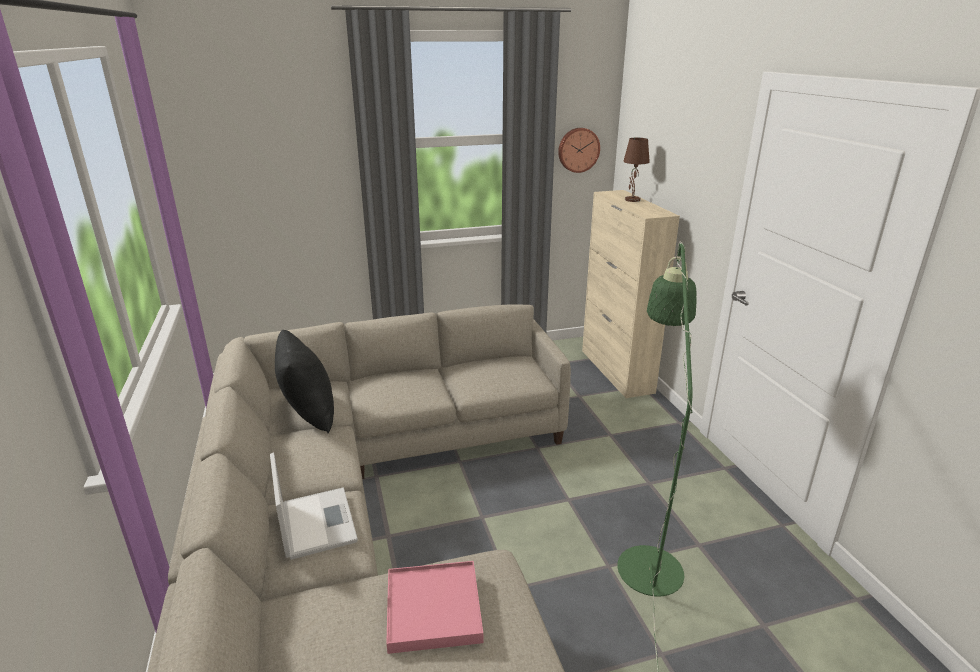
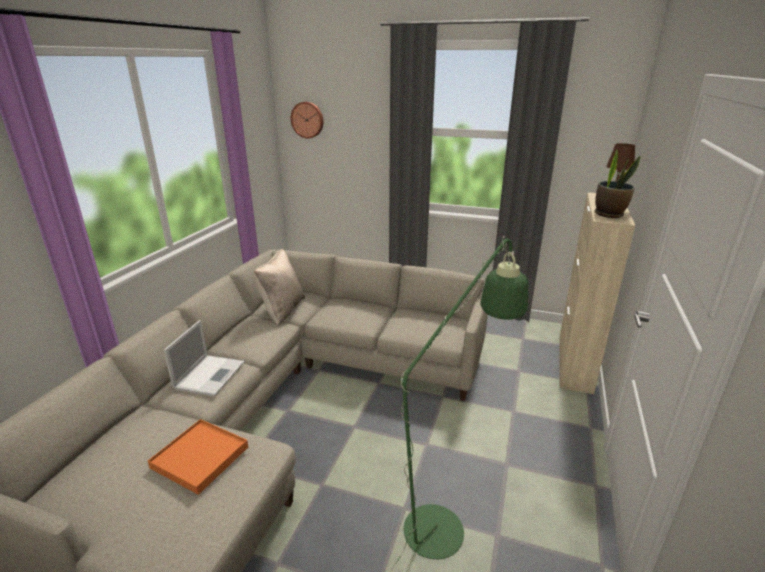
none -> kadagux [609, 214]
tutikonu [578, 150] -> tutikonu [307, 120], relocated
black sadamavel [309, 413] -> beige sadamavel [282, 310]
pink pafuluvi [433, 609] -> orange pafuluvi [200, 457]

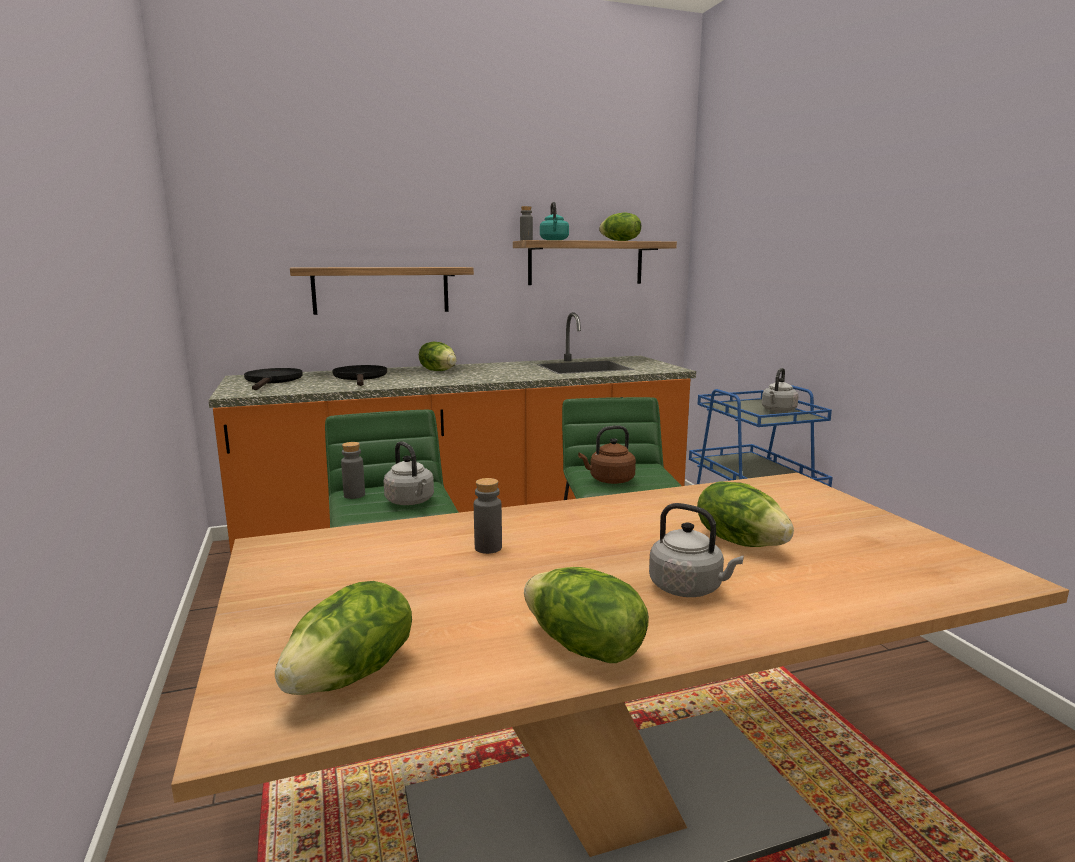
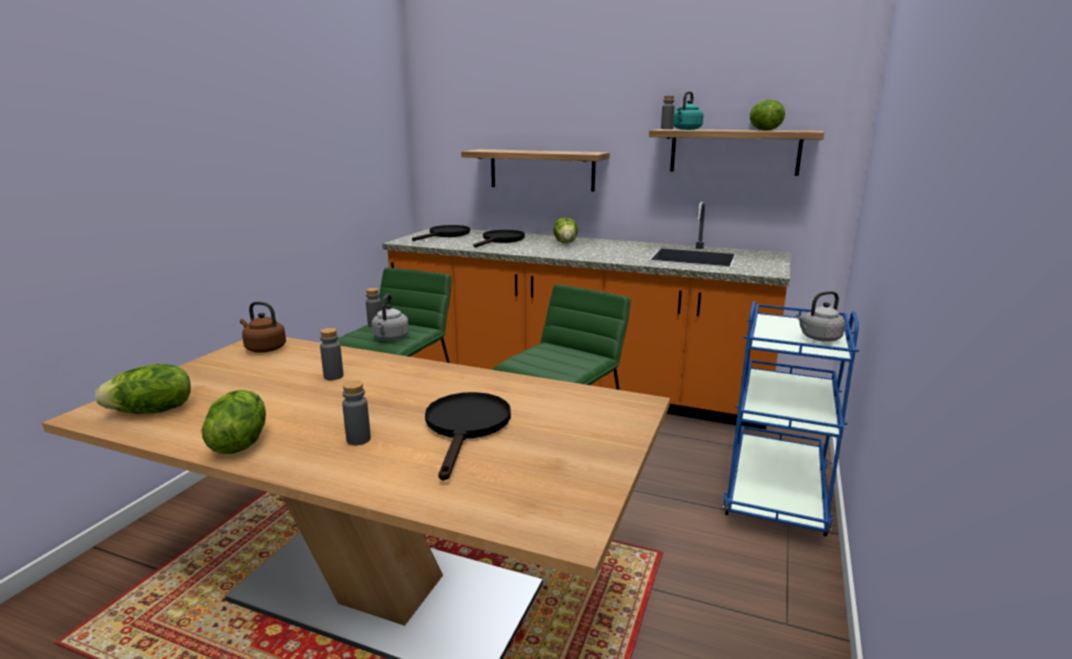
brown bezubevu [609, 480] -> brown bezubevu [264, 348], relocated
grey bezubevu [689, 588] -> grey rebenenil [358, 439]
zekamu [740, 541] -> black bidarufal [466, 427]

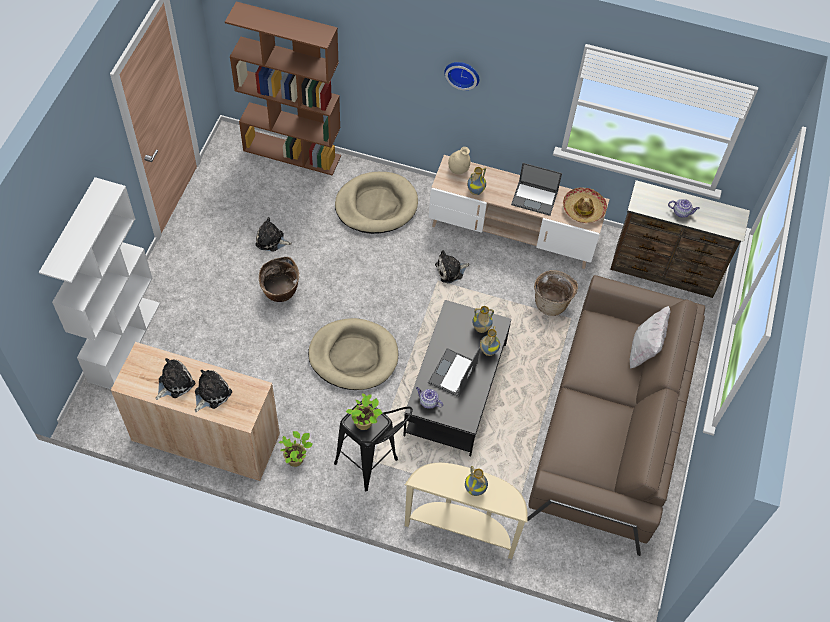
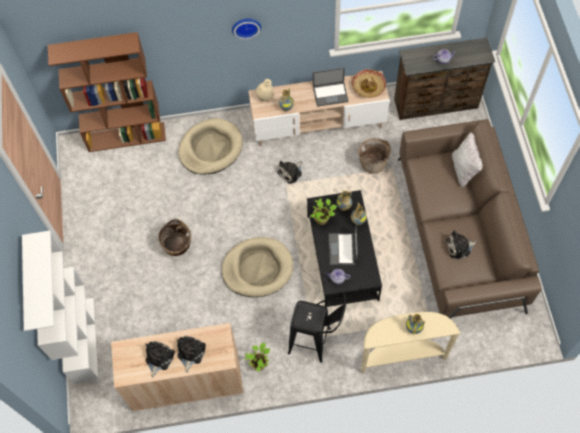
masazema [271, 240] -> masazema [459, 247], relocated
kadagux [364, 423] -> kadagux [322, 219], relocated

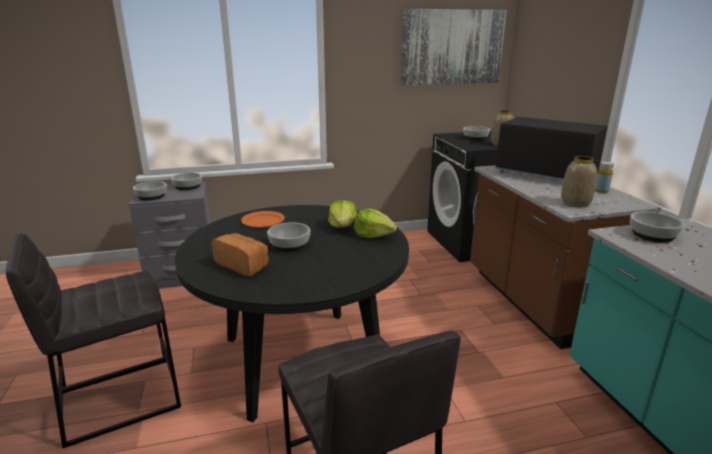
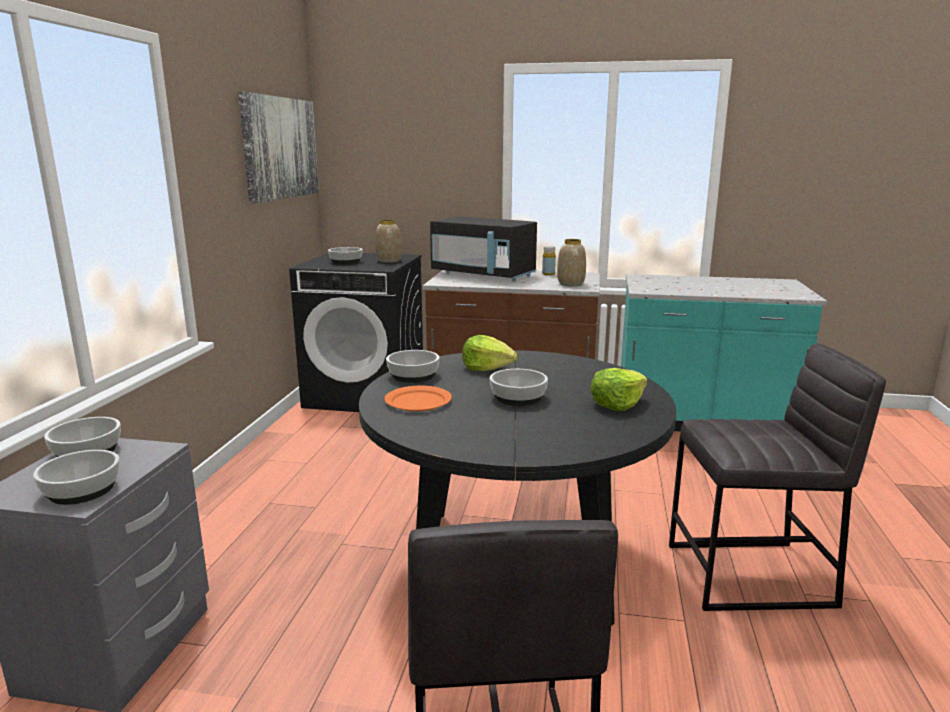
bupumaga [243, 265] -> none
zekamu [373, 235] -> zekamu [617, 404], relocated
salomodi [653, 235] -> salomodi [413, 375], relocated
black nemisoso [544, 174] -> black nemisoso [483, 275], 120 degrees counterclockwise

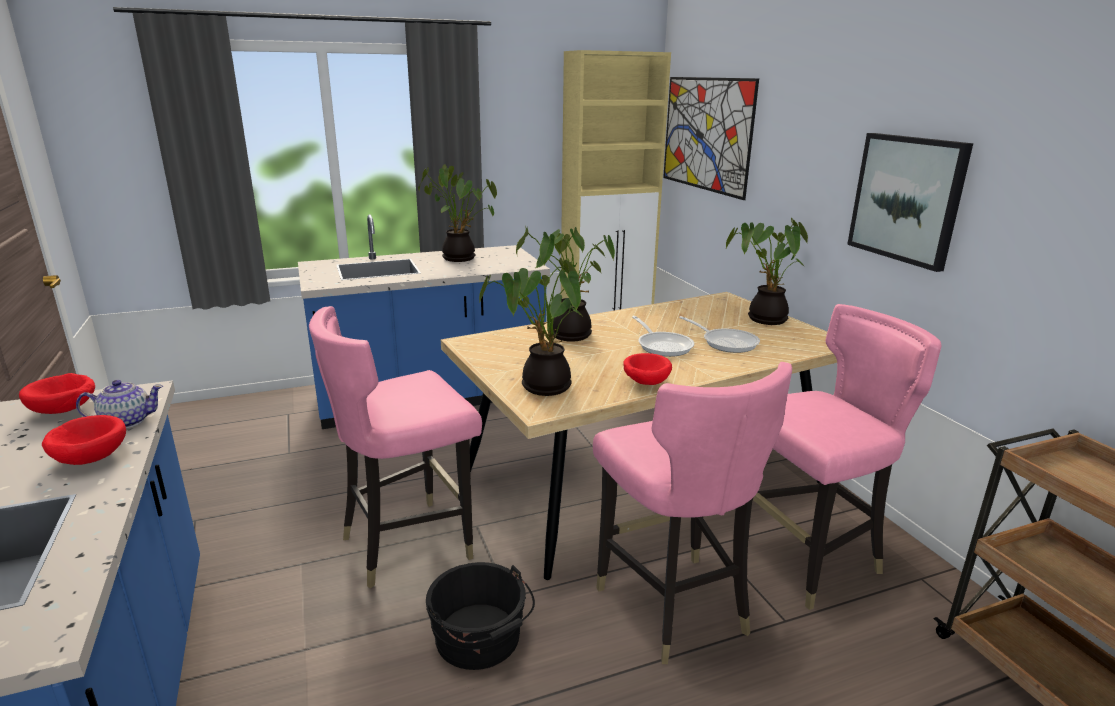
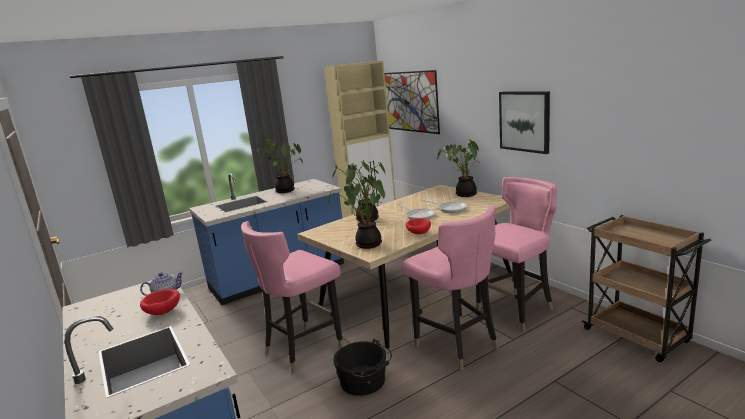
red salomodi [65, 410] -> none

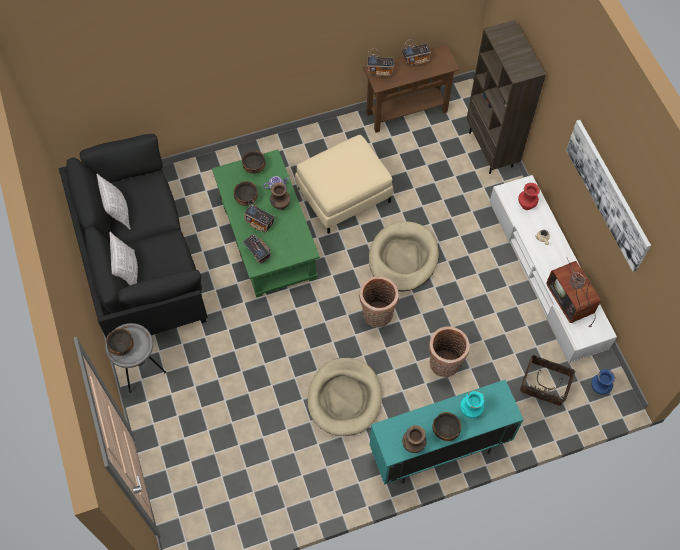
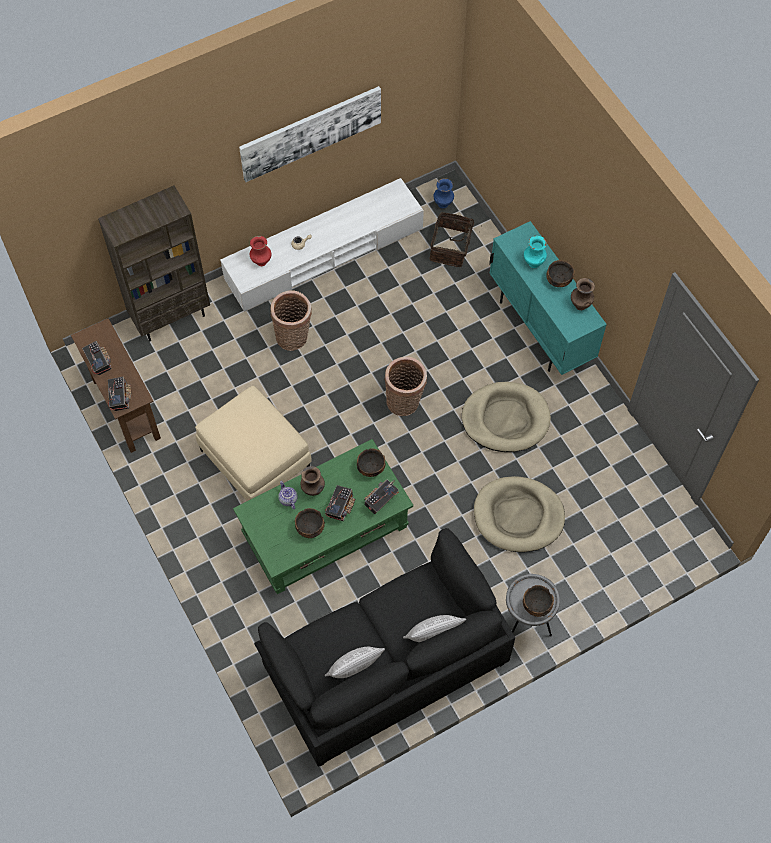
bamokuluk [571, 301] -> none
salomodi [254, 168] -> salomodi [371, 468], relocated
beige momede [403, 258] -> beige momede [518, 516], relocated
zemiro [444, 365] -> zemiro [294, 337], relocated

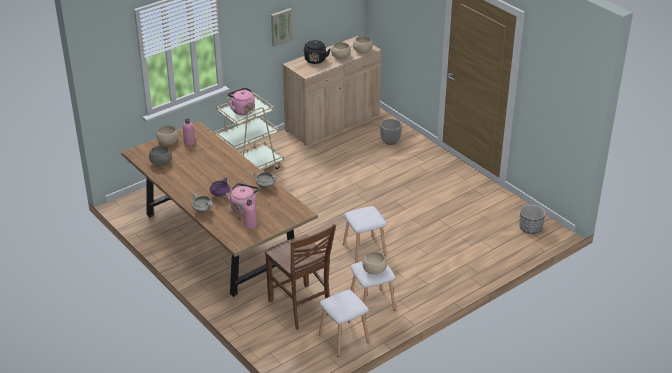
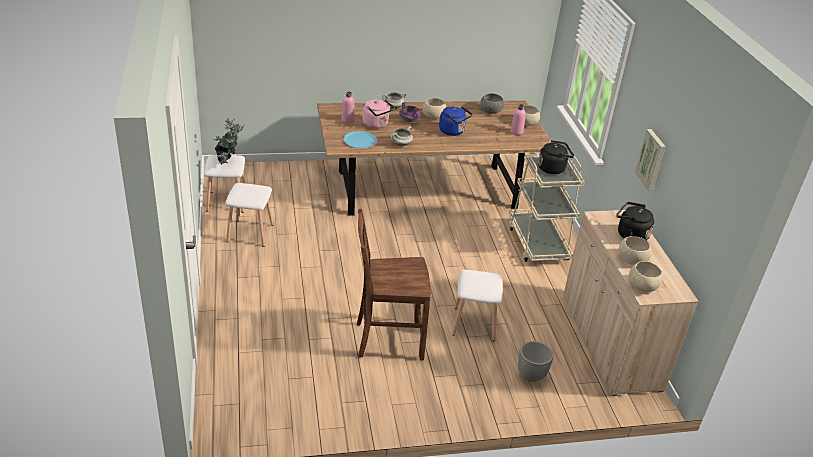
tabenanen [530, 228] -> none
none -> kadagux [228, 162]
none -> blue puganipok [359, 140]
none -> blue bezubevu [453, 131]
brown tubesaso [300, 308] -> brown tubesaso [387, 340], relocated
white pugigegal [365, 249] -> white pugigegal [474, 324], relocated
beige salomodi [374, 270] -> beige salomodi [433, 115], relocated
pink bezubevu [242, 110] -> black bezubevu [553, 168]

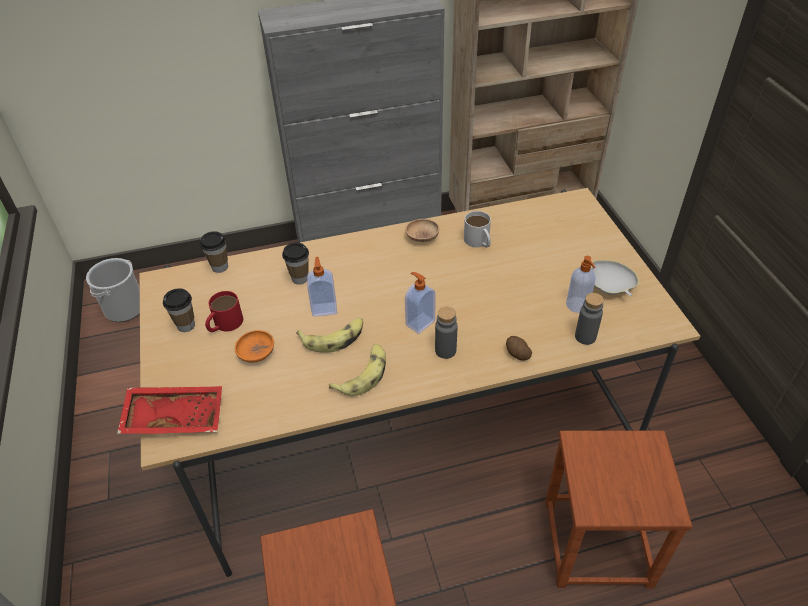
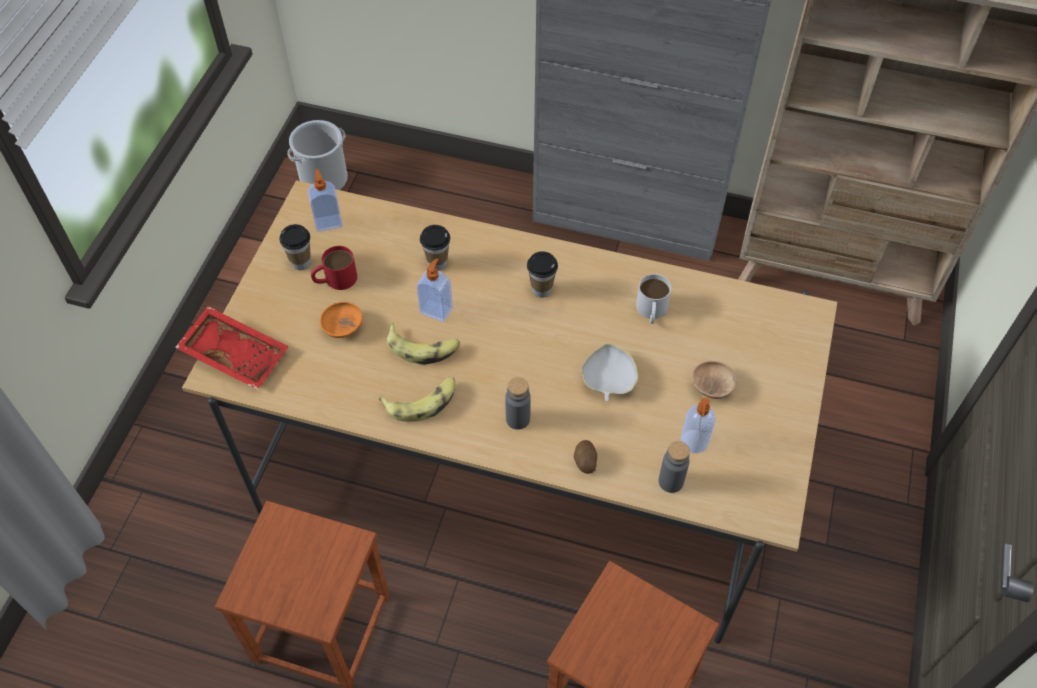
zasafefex [220, 267] -> zasafefex [541, 290], relocated
brown salomodi [422, 238] -> brown salomodi [712, 386], relocated
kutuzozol [419, 322] -> kutuzozol [328, 222], relocated
white salomodi [610, 286] -> white salomodi [608, 380], relocated

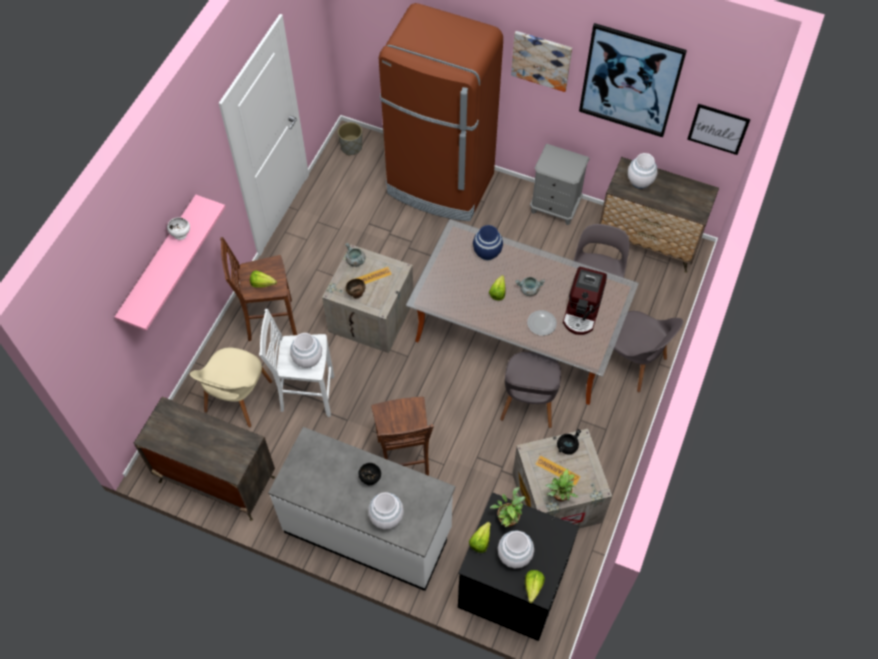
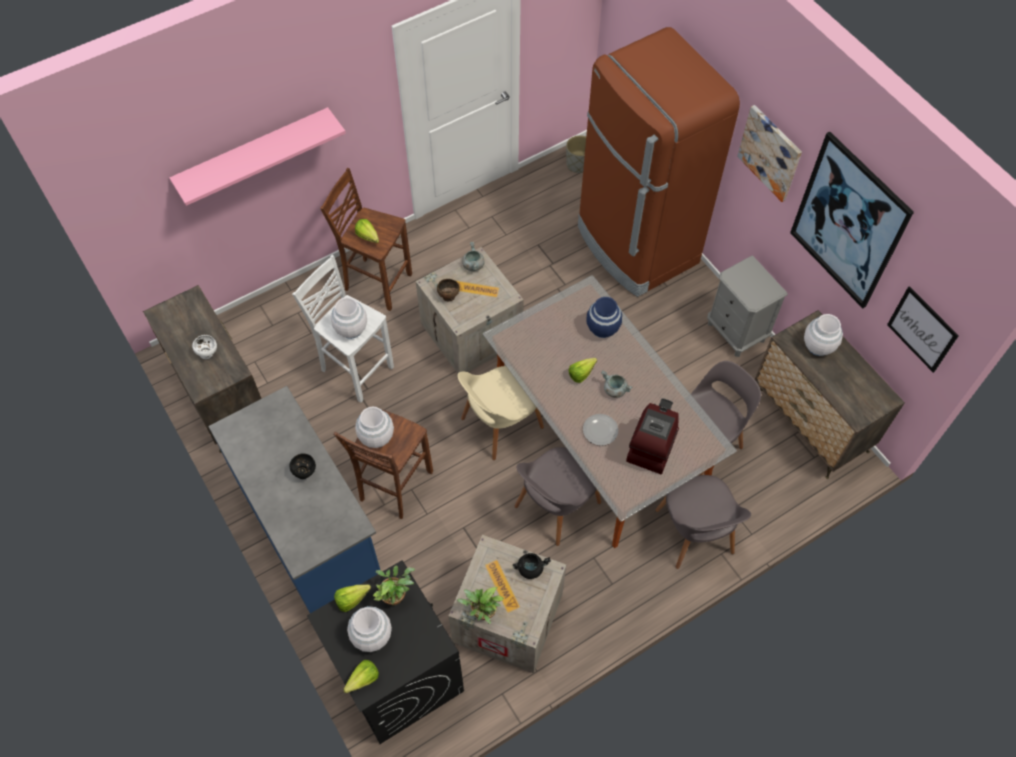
white salomodi [180, 235] -> white salomodi [207, 353], relocated
beige tubesaso [237, 398] -> beige tubesaso [500, 424], relocated
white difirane [386, 517] -> white difirane [376, 437], relocated
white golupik [368, 530] -> blue golupik [311, 529]
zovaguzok [582, 312] -> zovaguzok [652, 444], 150 degrees clockwise

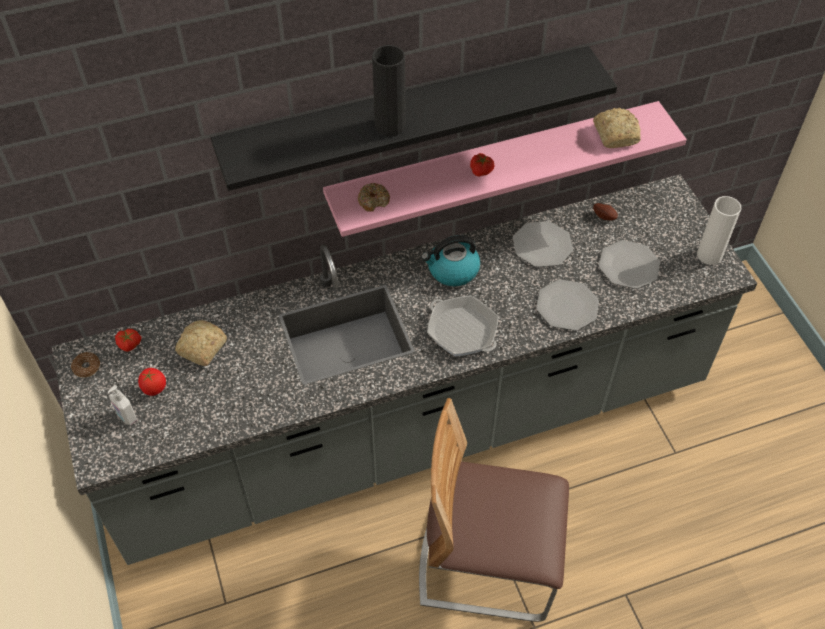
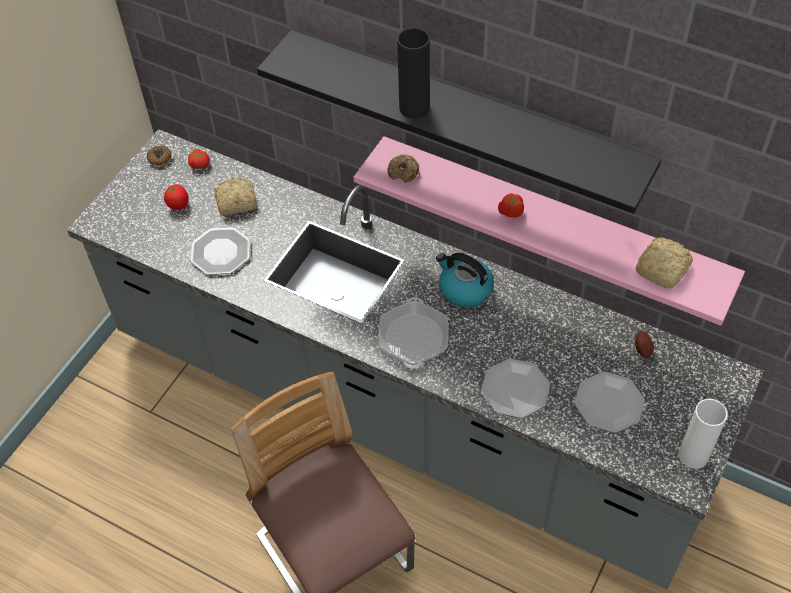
kutuzozol [126, 417] -> none
puganipok [542, 245] -> puganipok [221, 252], relocated

